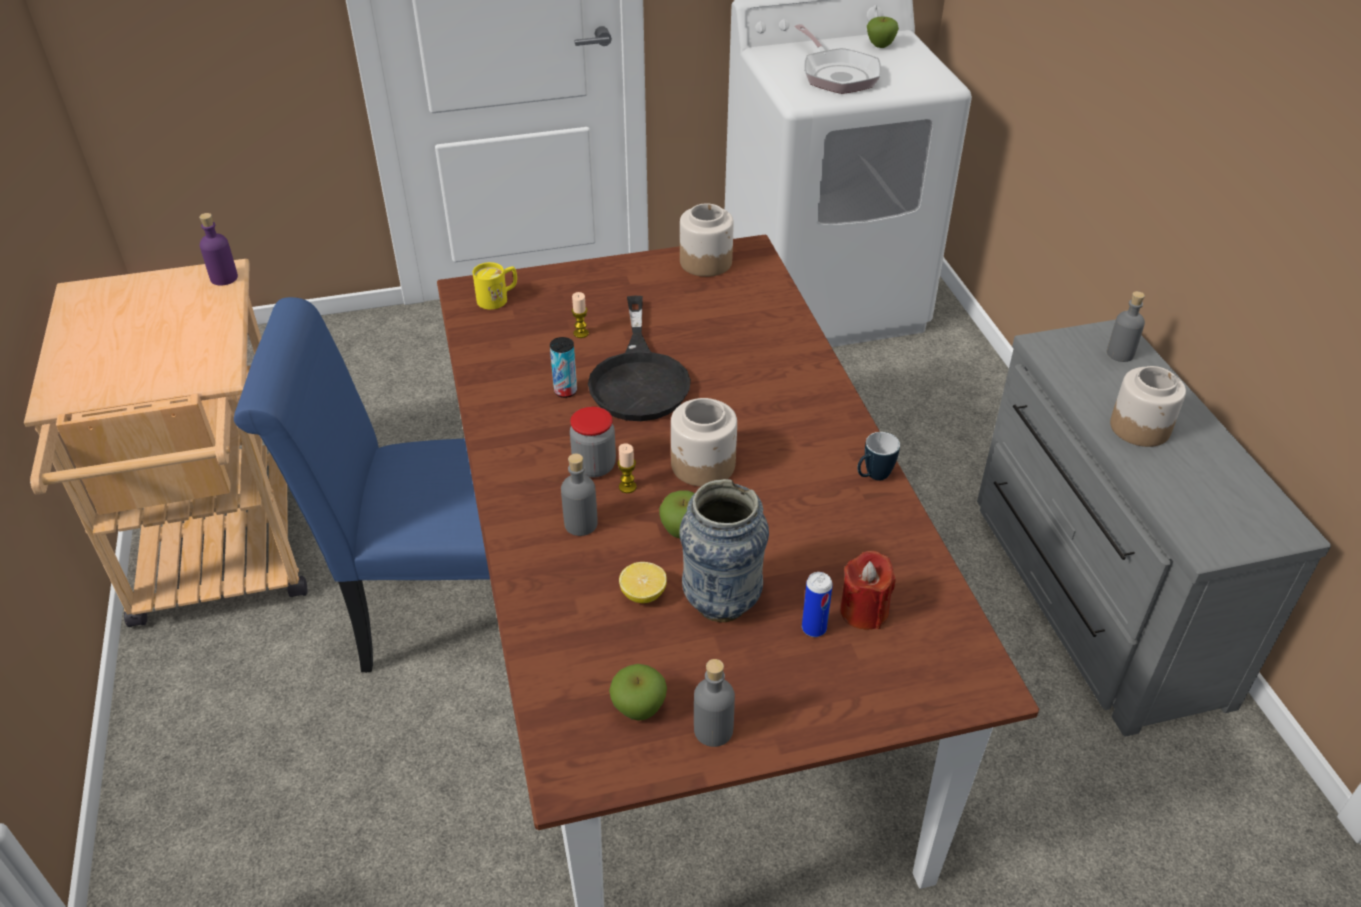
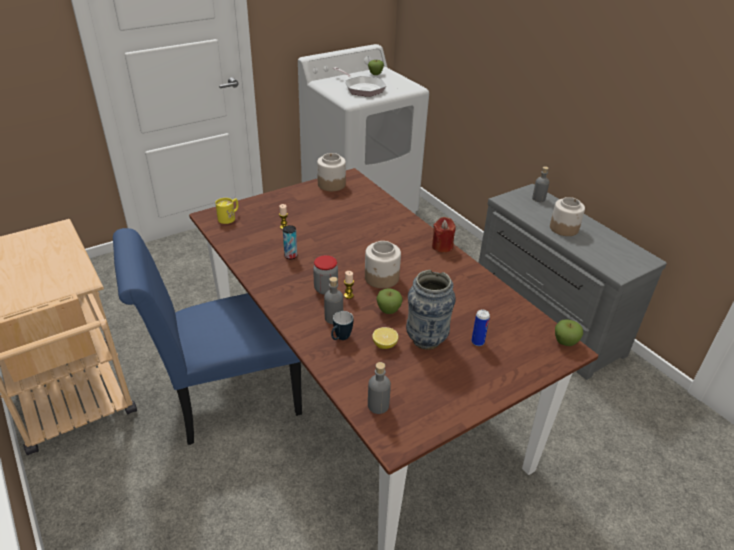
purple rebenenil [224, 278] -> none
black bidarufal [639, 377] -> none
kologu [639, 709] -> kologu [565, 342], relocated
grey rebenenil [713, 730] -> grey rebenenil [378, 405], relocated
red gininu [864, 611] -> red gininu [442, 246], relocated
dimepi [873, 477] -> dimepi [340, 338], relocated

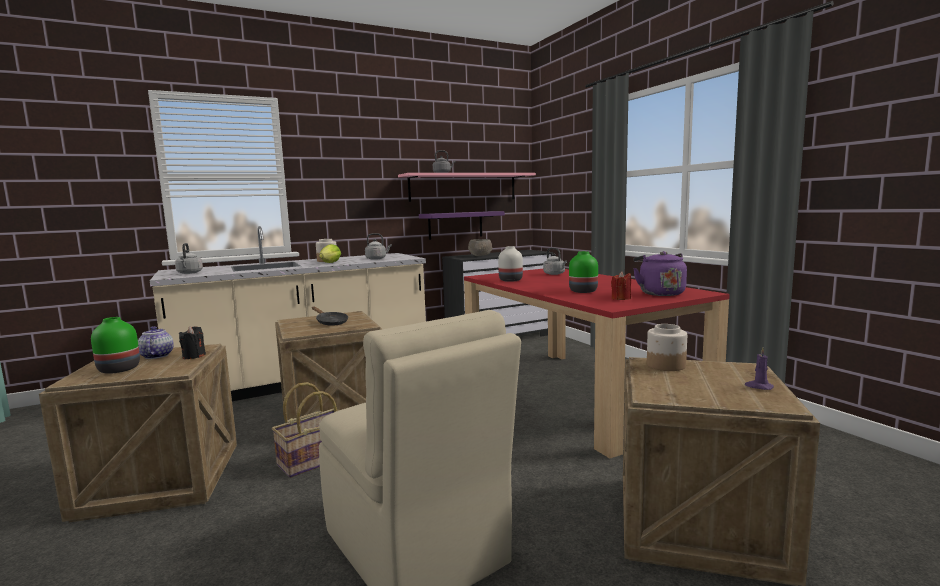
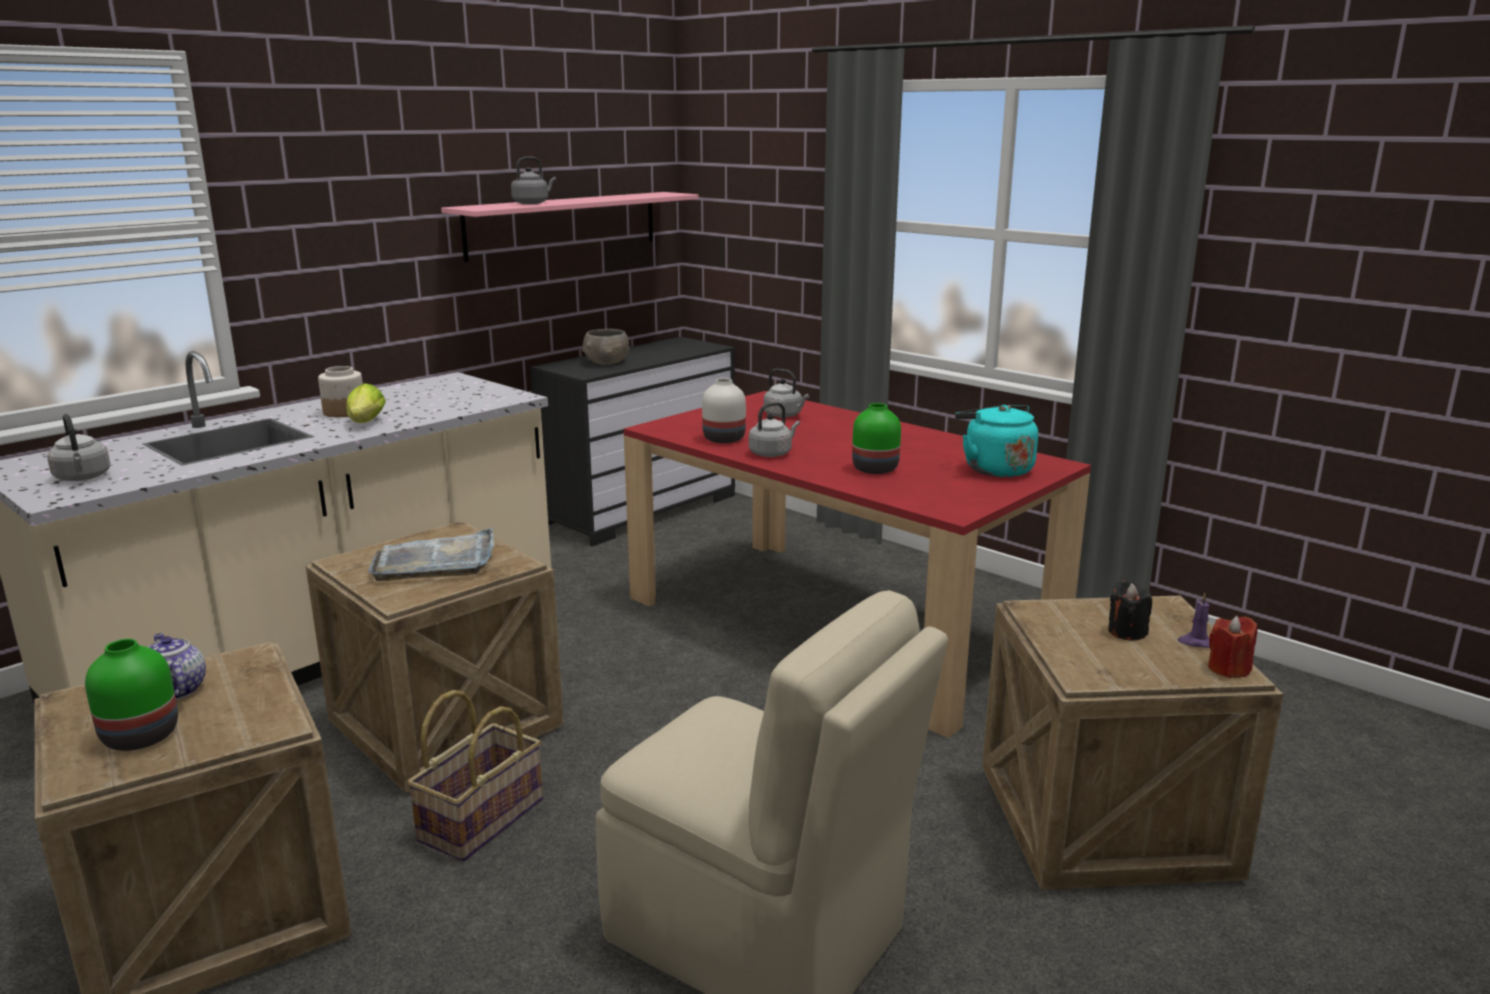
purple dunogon [455, 225] -> none
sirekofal [665, 365] -> none
black gininu [194, 356] -> black gininu [1126, 632], relocated
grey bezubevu [377, 259] -> grey bezubevu [772, 453], relocated
red gininu [621, 298] -> red gininu [1228, 669], relocated
black bidarufal [330, 322] -> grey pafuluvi [436, 561]
purple bezubevu [659, 293] -> turquoise bezubevu [994, 469]

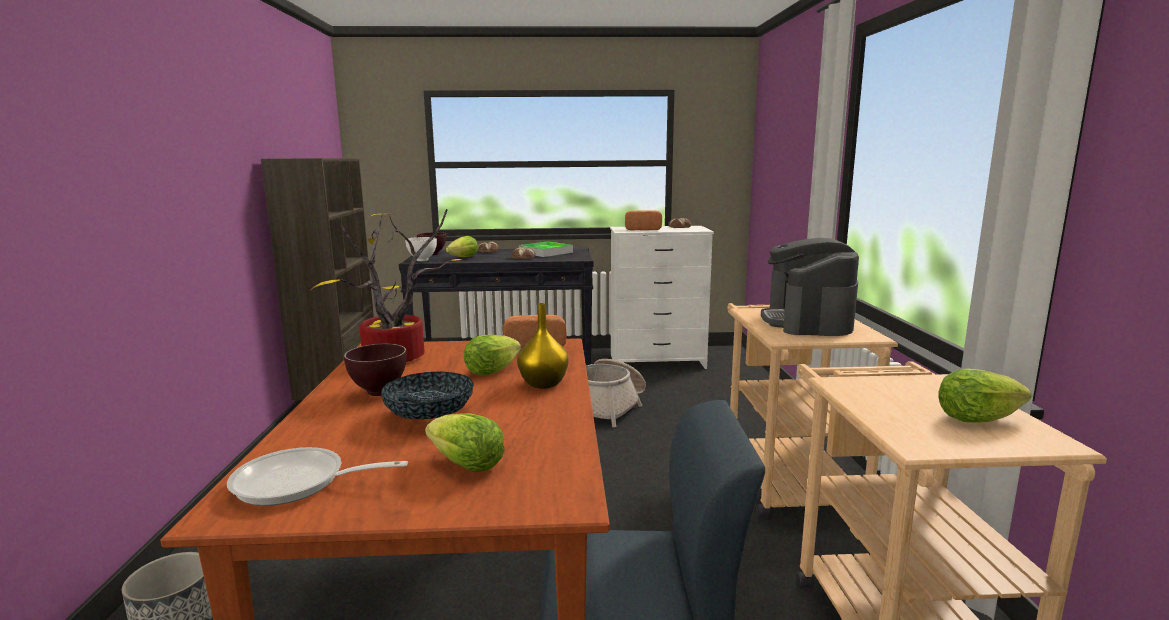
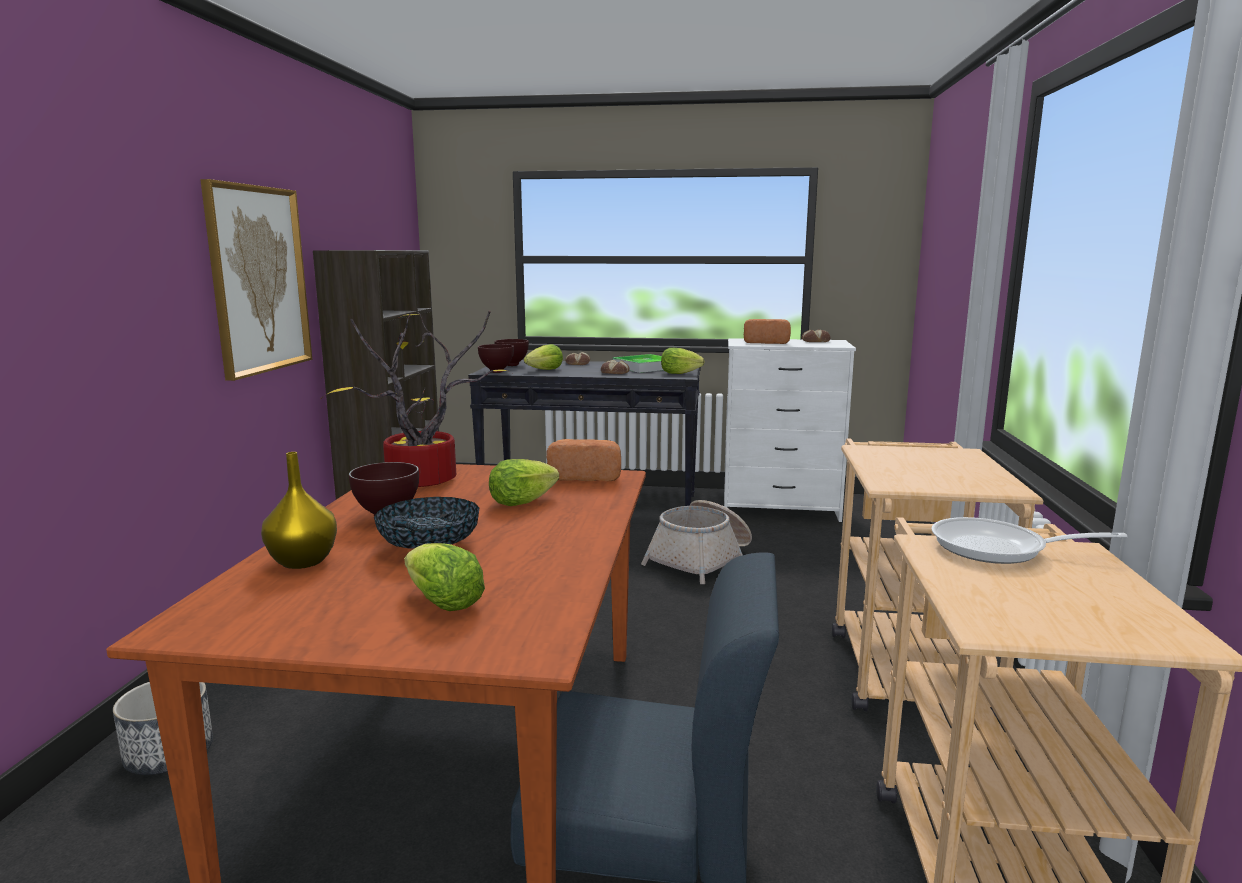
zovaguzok [807, 321] -> none
none -> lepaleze [258, 279]
bidarufal [298, 483] -> bidarufal [998, 548], relocated
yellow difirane [544, 383] -> yellow difirane [304, 561], relocated
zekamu [976, 419] -> zekamu [679, 373], relocated
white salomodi [423, 260] -> brown salomodi [497, 372]

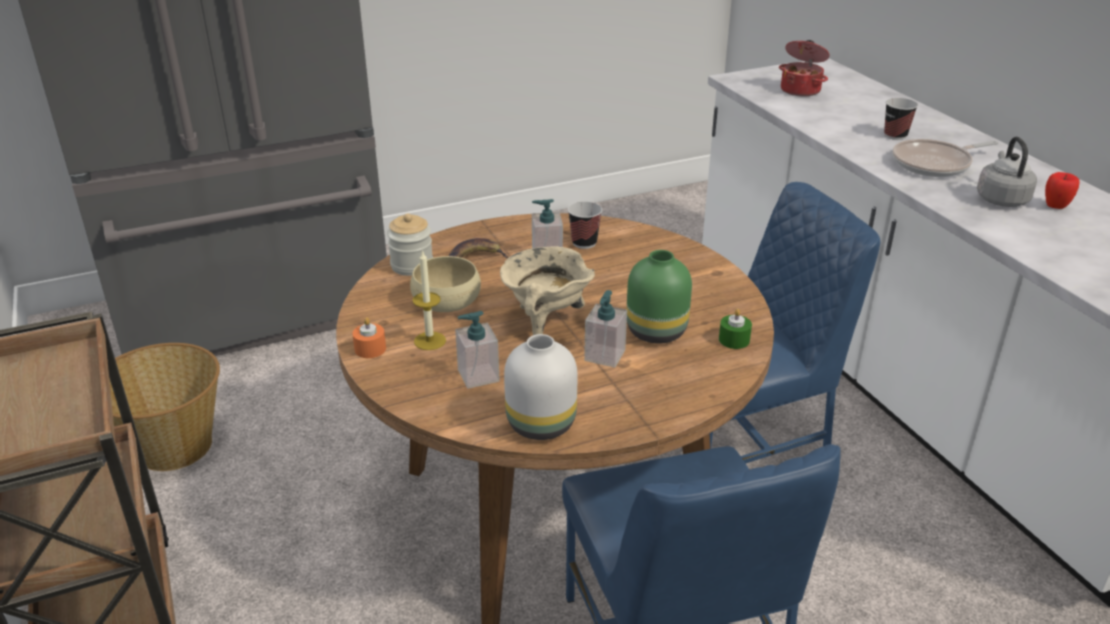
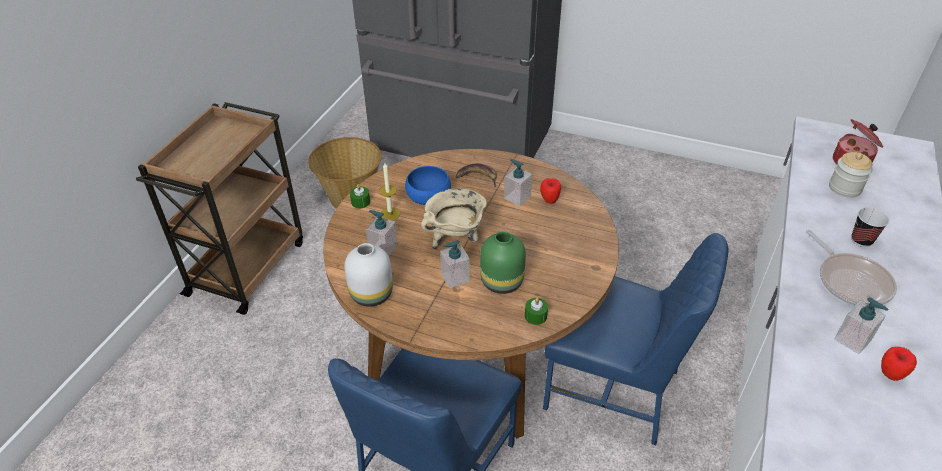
sirekofal [412, 266] -> sirekofal [844, 188], relocated
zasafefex [584, 243] -> kologu [549, 201]
grey bezubevu [1001, 199] -> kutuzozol [852, 340]
orange gininu [370, 349] -> green gininu [360, 202]
beige salomodi [446, 301] -> blue salomodi [428, 196]
bidarufal [935, 164] -> bidarufal [850, 281], 135 degrees counterclockwise

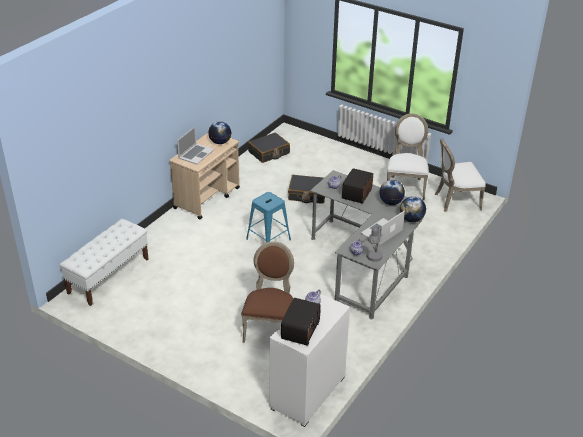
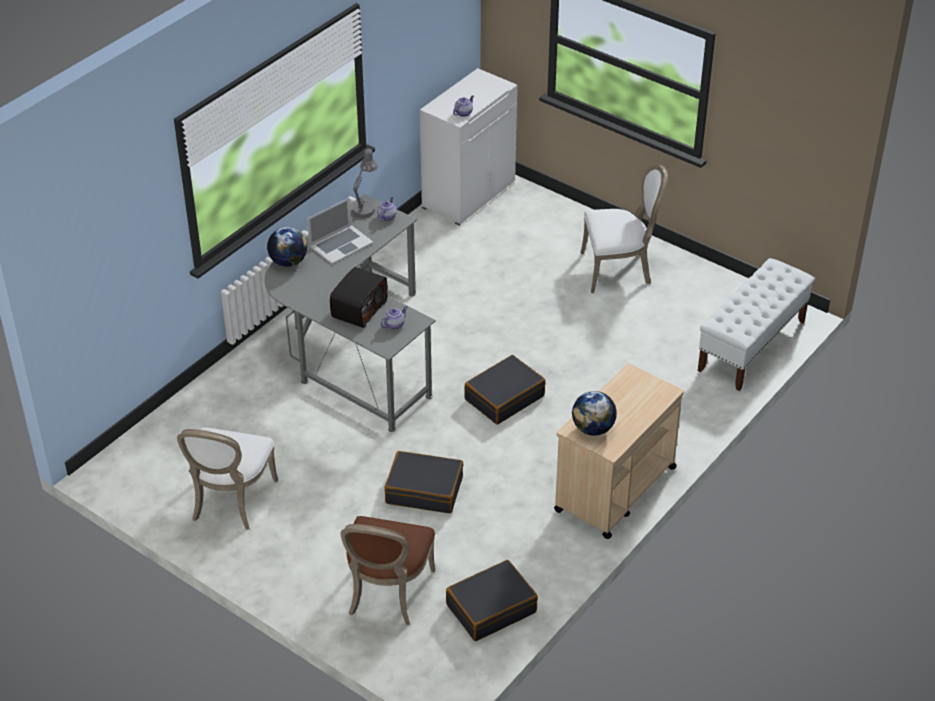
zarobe [196, 154] -> none
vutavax [299, 330] -> none
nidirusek [391, 202] -> none
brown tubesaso [270, 327] -> brown tubesaso [387, 594], relocated
white tubesaso [455, 201] -> white tubesaso [619, 270], relocated
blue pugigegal [268, 239] -> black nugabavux [504, 397]

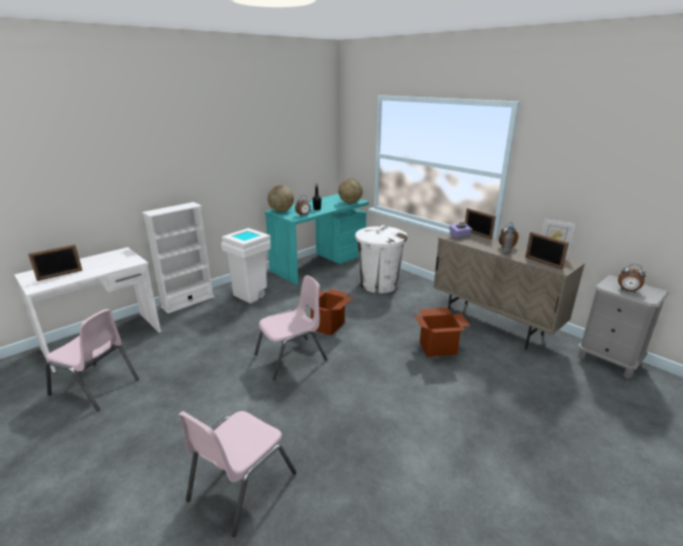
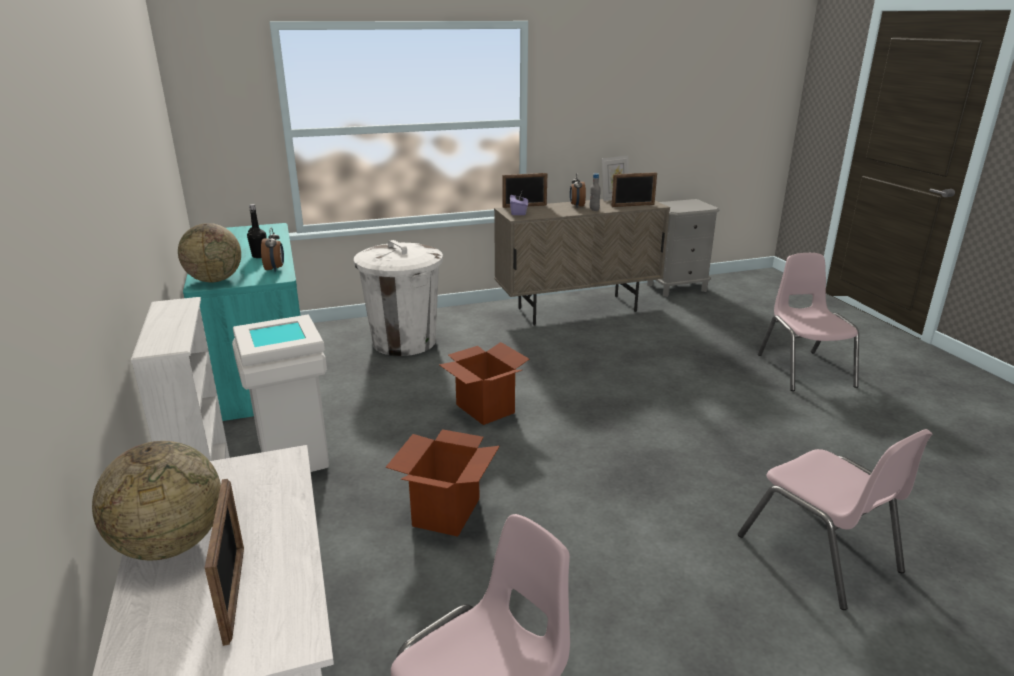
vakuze [627, 291] -> none
pink tubesaso [291, 357] -> pink tubesaso [804, 370], relocated
nidirusek [350, 202] -> nidirusek [170, 544], relocated
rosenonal [438, 348] -> rosenonal [446, 512], relocated

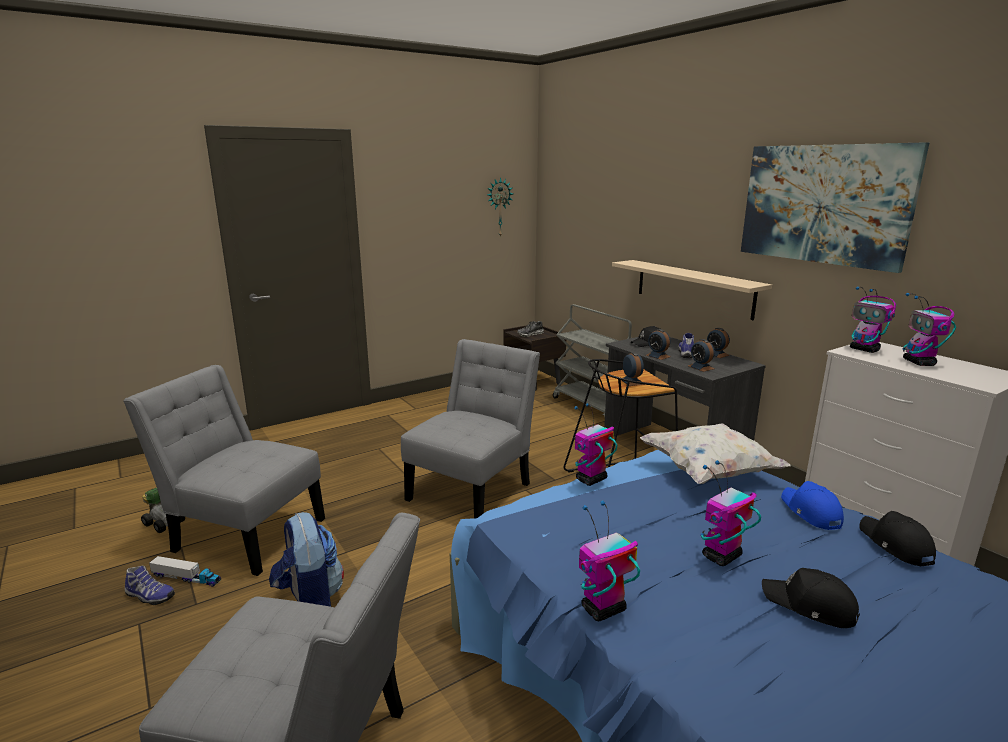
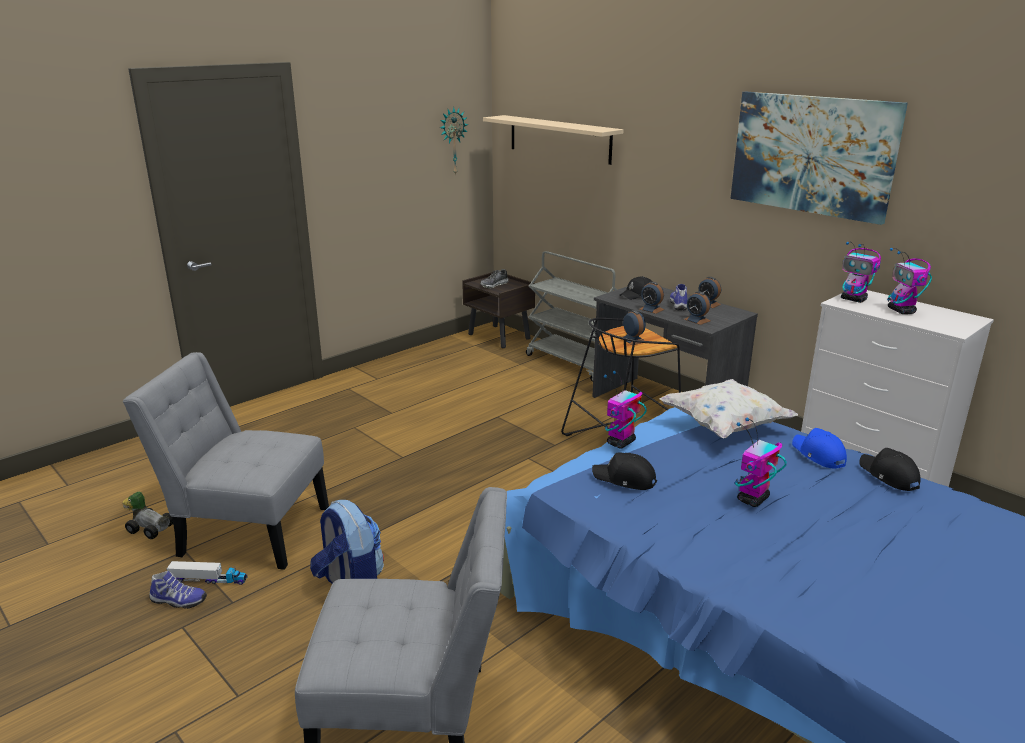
grey tubesaso [473, 489] -> none
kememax [602, 610] -> none
beige dunogon [693, 288] -> beige dunogon [559, 139], relocated
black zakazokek [809, 606] -> black zakazokek [624, 479], relocated

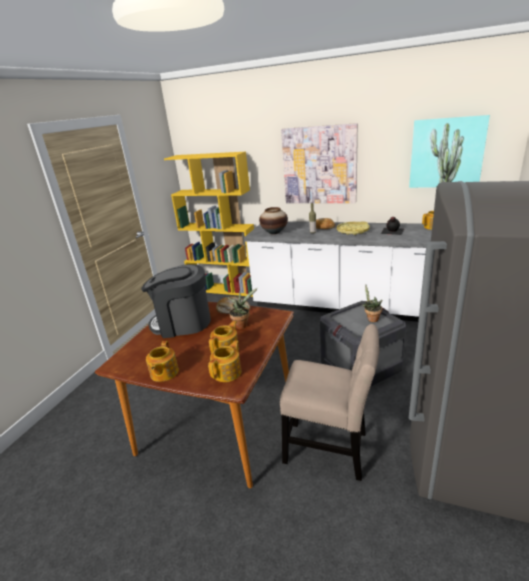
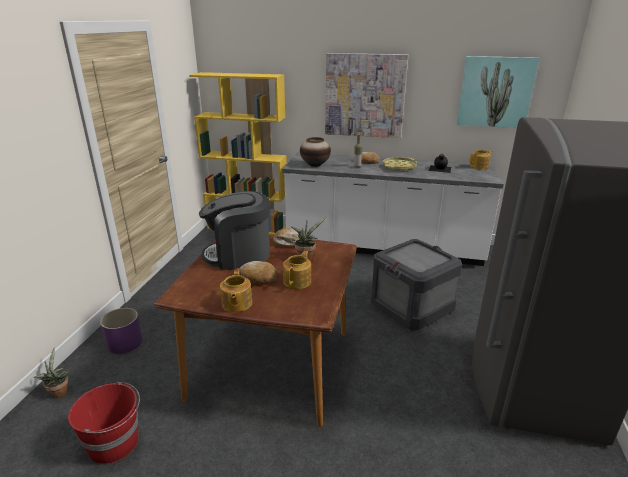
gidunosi [228, 372] -> none
beige tubesaso [330, 449] -> none
none -> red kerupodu [115, 443]
none -> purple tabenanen [125, 342]
none -> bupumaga [257, 278]
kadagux [371, 319] -> kadagux [59, 392], relocated

